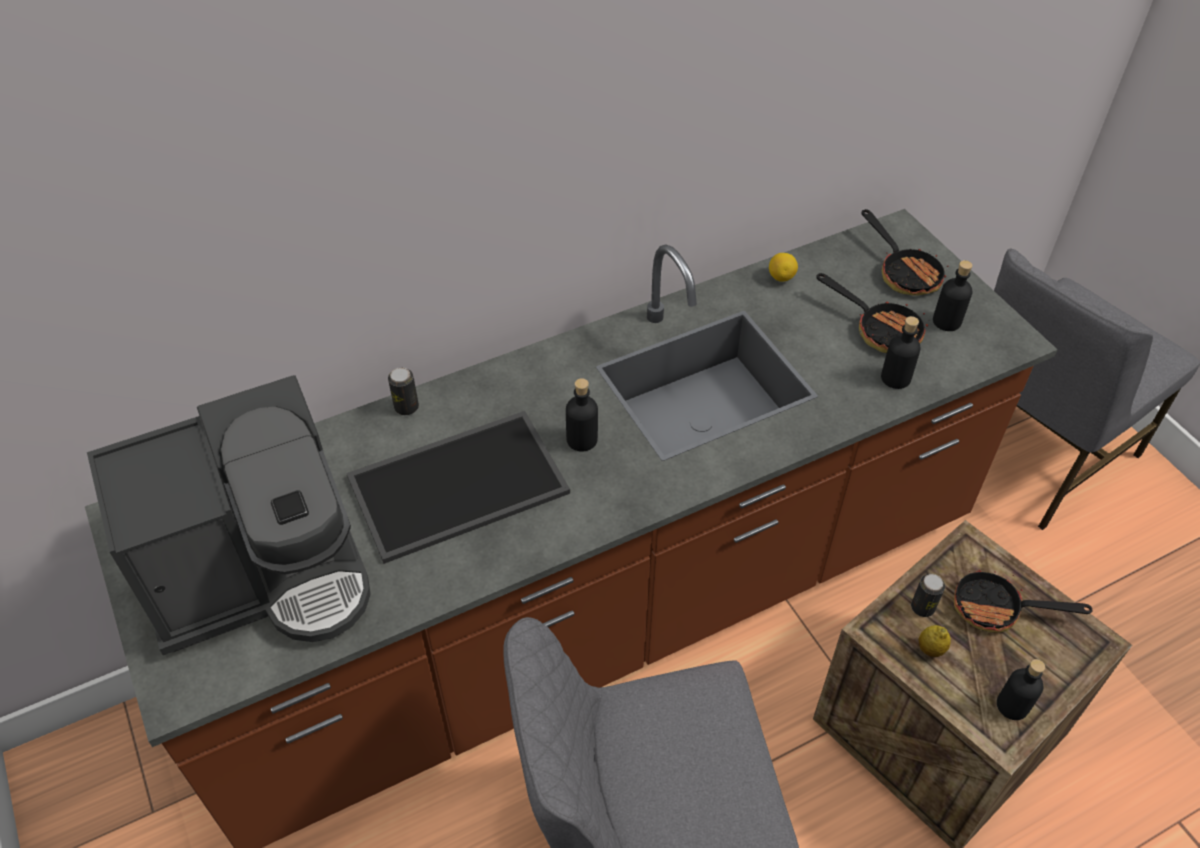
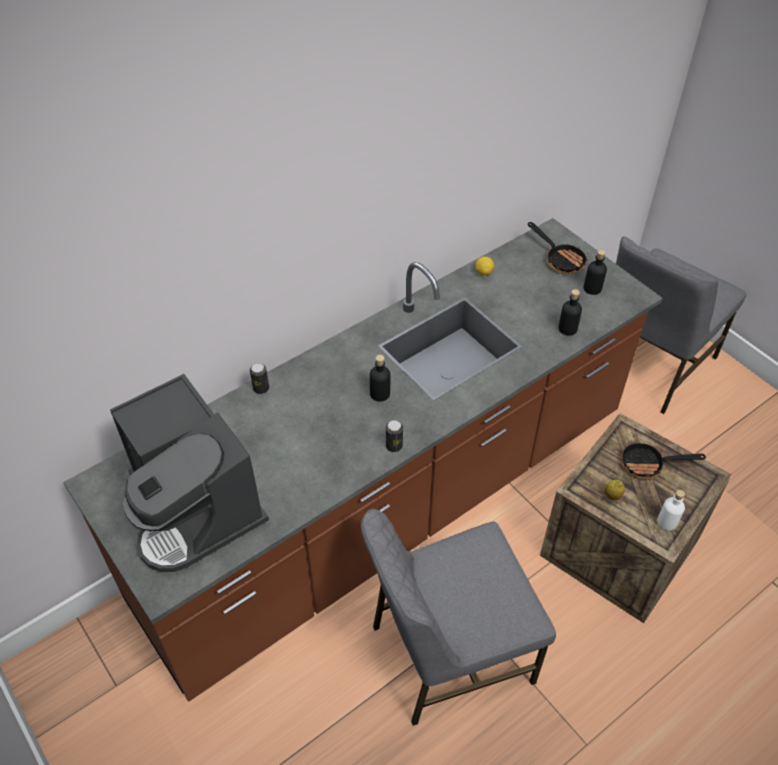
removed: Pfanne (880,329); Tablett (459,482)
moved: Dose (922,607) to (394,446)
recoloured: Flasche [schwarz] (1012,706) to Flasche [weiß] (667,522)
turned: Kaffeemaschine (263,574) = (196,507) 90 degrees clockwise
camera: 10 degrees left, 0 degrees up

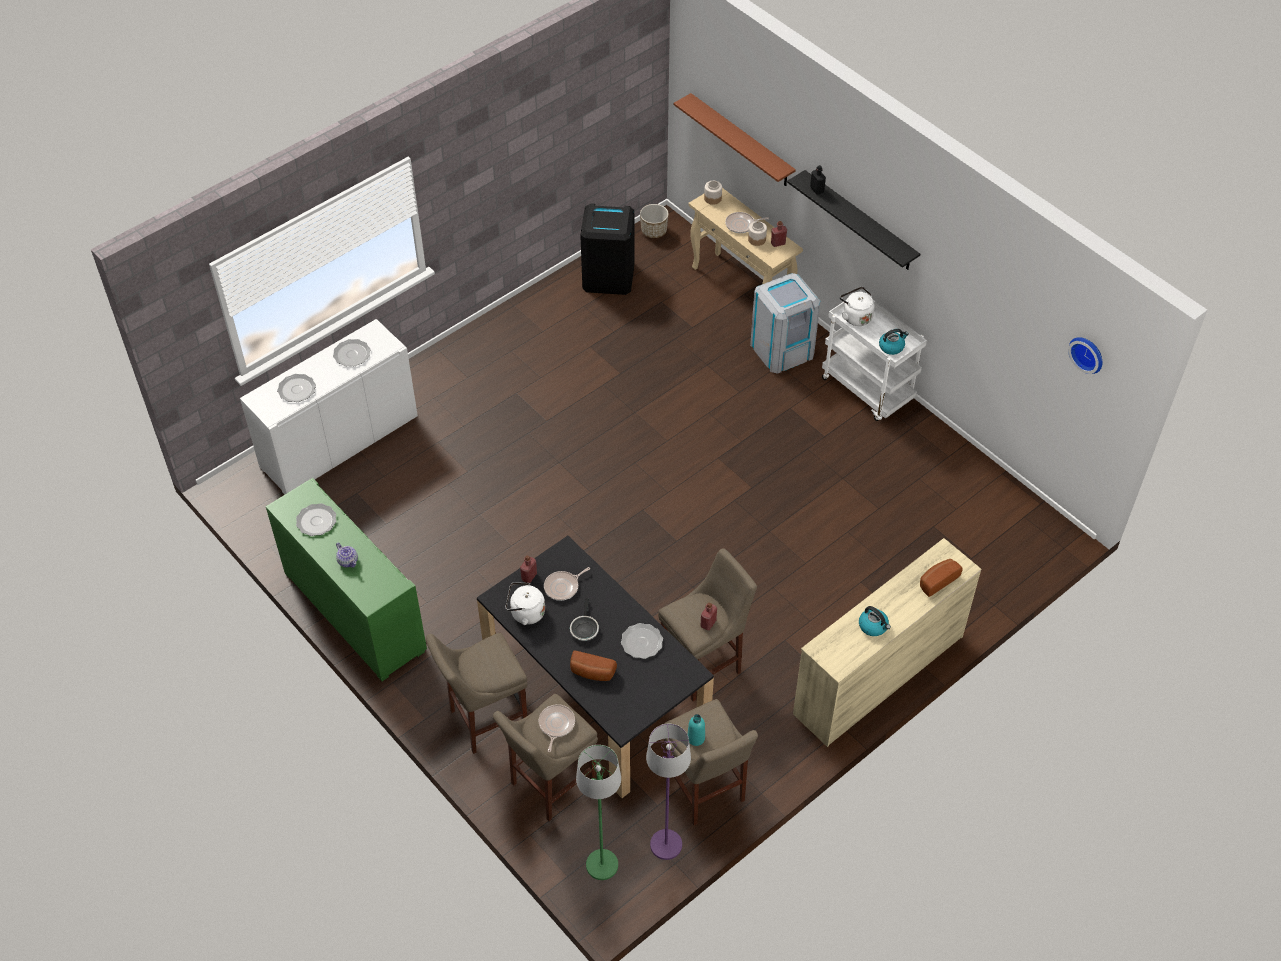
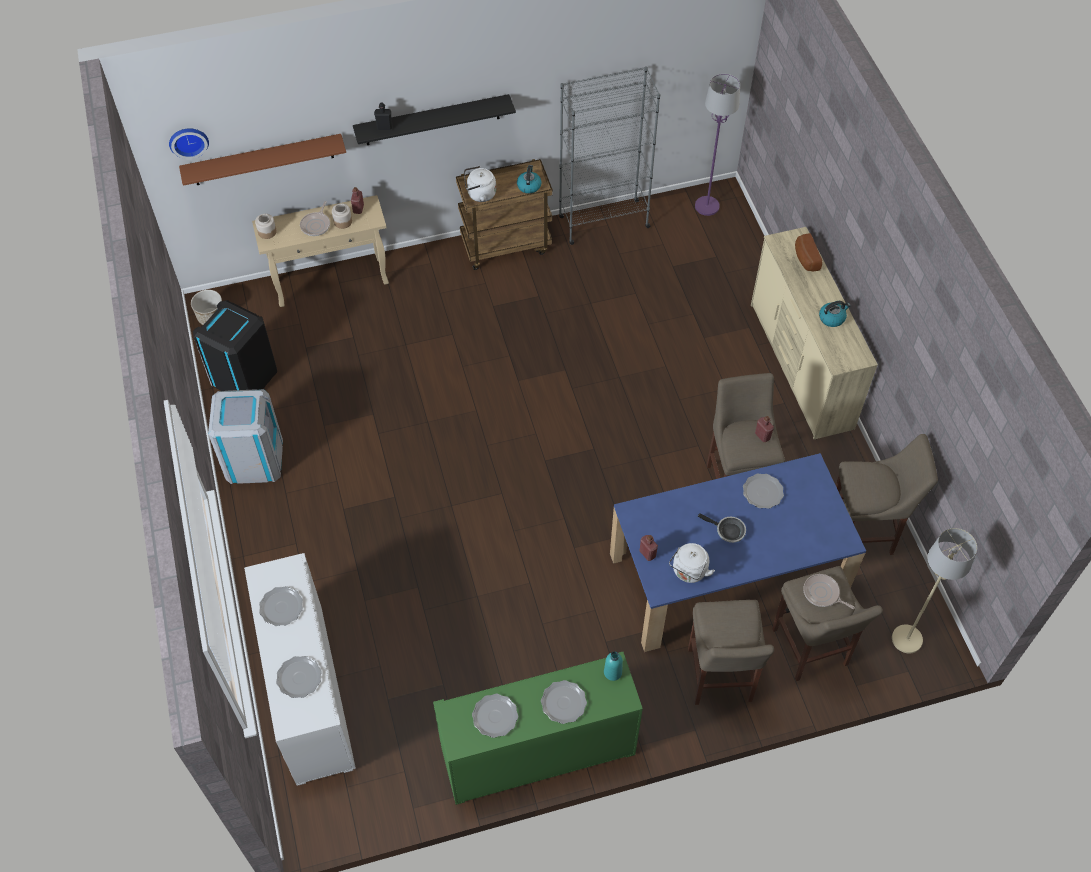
removed: Pfanne (563,587); Brot (592,673)
added: Bücherregal [grau] (603,222)
moved: Mülleimer [grau] (782,349) to (254,459); Wanduhr (1088,353) to (188,140); Flasche [türkis] (696,738) to (612,672); Stehlampe [lila] (666,845) to (707,206)
replaced: Teekanne (348,561) to Teller (563,702)
recoloured: Rollwagen [weiß] (868,390) to Rollwagen [braun] (506,245); Esstisch [schwarz] (595,690) to Esstisch [blau] (726,575); Stehlampe [grün] (601,865) to Stehlampe [beige] (907,639)
camera: 65 degrees left, 5 degrees up

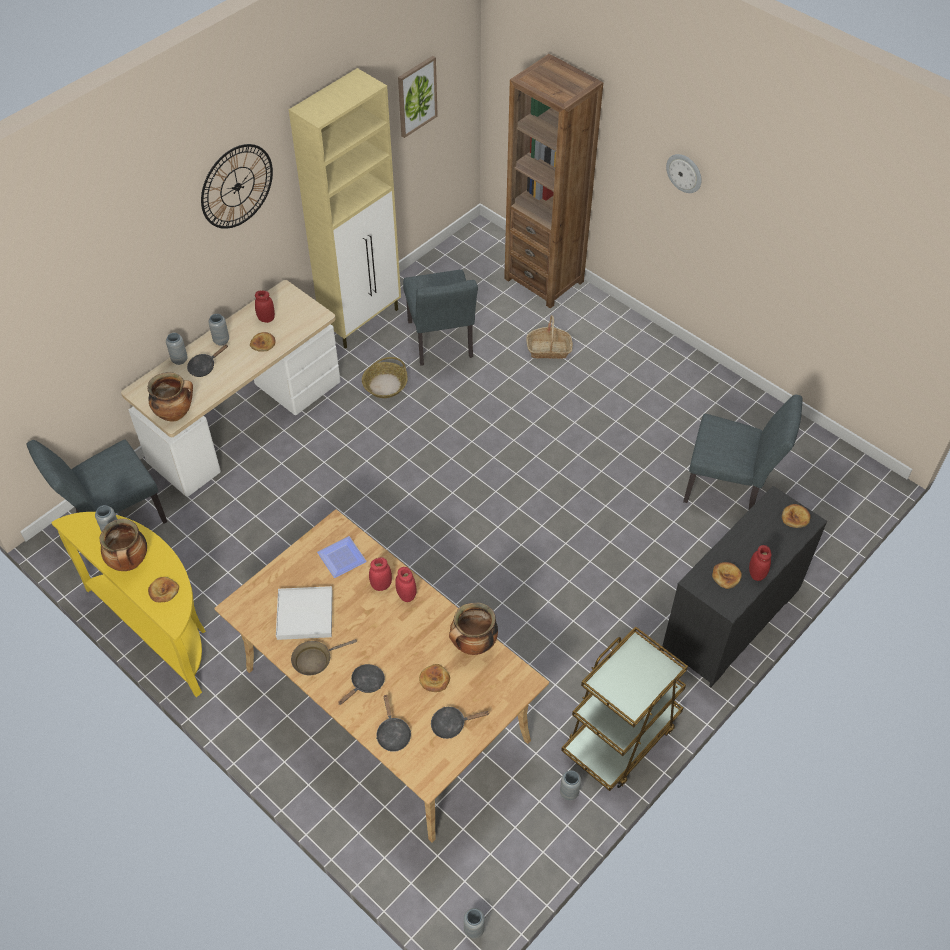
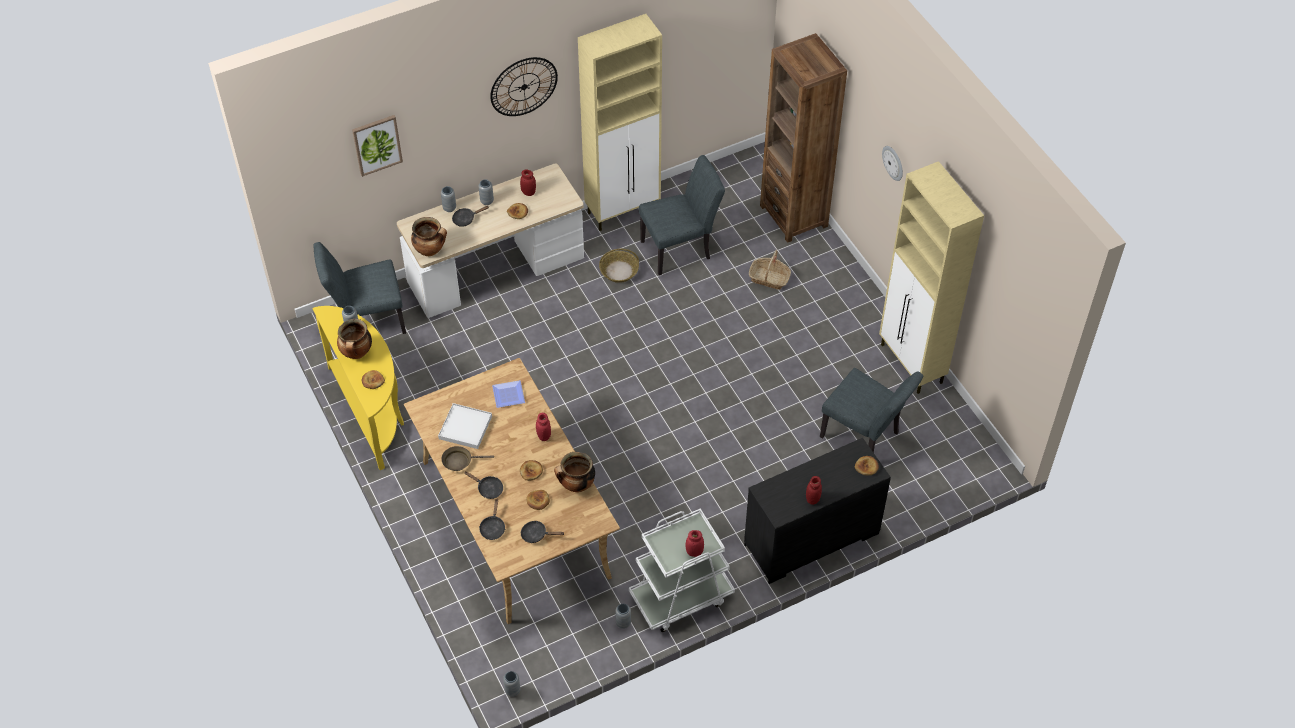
added: Schrank [beige] (911,364)
moved: Bild (416,96) to (377,144); Vorratsglas [rot] (381,585) to (694,552); Brot (726,576) to (531,471)
recoloured: Rollwagen [braun] (620,737) to Rollwagen [weiß] (681,597)
turned: Stuhl [grau] (441,344) = (681,248) 120 degrees counterclockwise; Pfanne [schwarz] (365,684) = (488,488) 60 degrees clockwise
camera: 20 degrees right, 0 degrees up

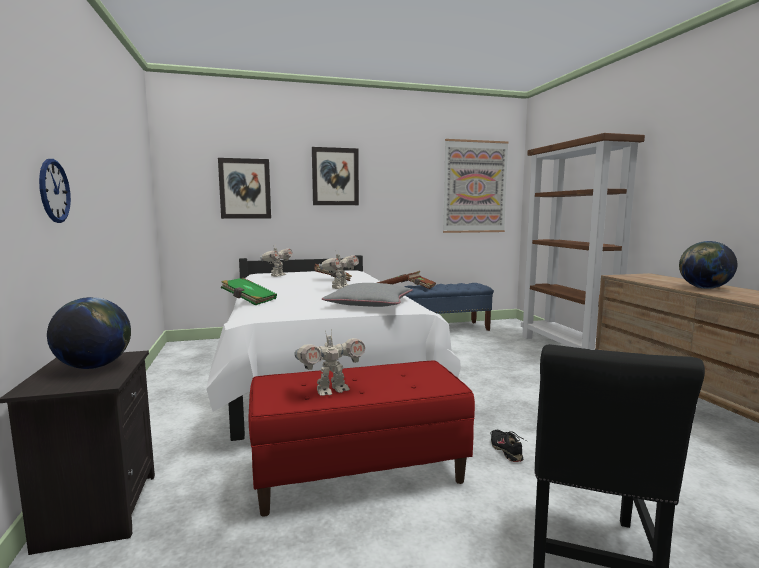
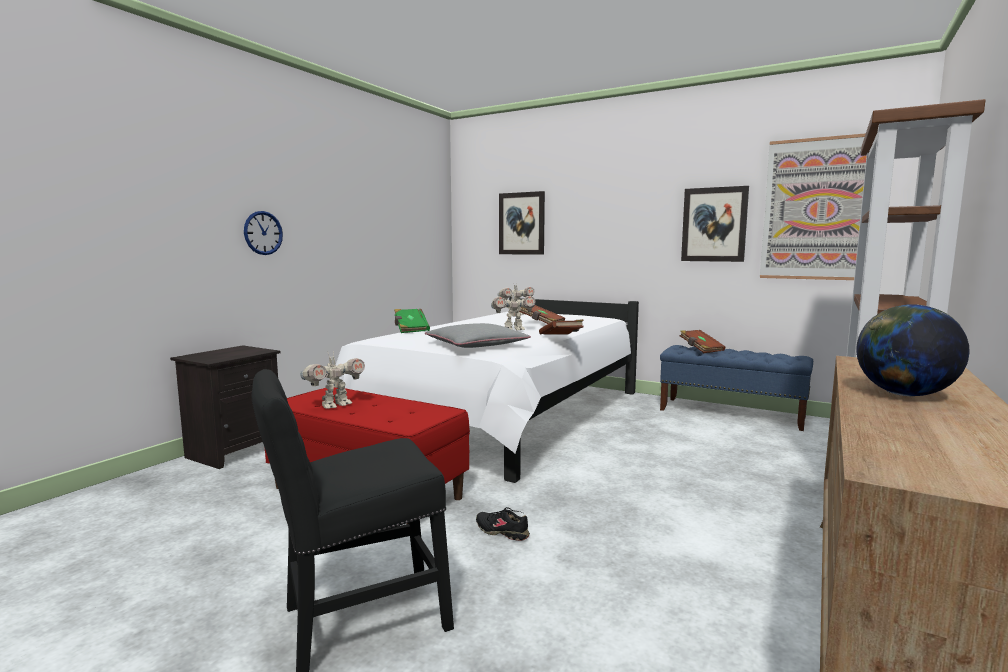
removed: Globus (94,367)
moved: Bild (335,176) to (714,224)
turned: Spielzeugroboter (331,390) = (335,405) 60 degrees counterclockwise; Schuh [schwarz] (506,450) = (502,531) 90 degrees counterclockwise
camera: 45 degrees right, 0 degrees up

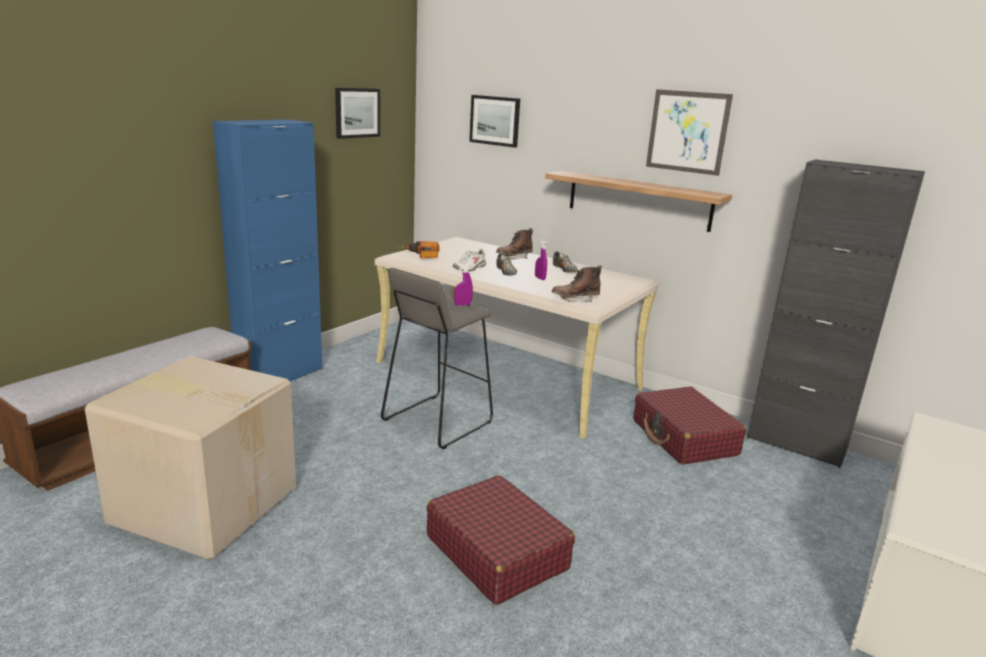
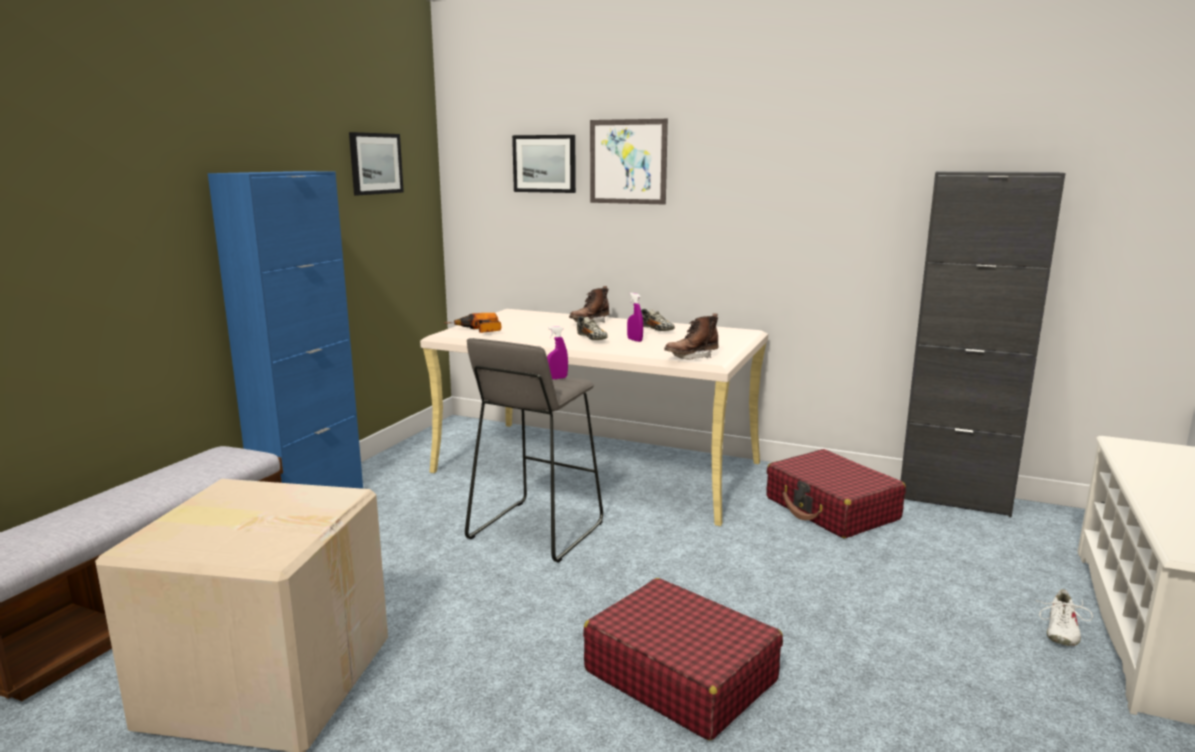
removed: Wandregal (638,200)
moved: Bild (687,132) to (628,162); Schuh [weiß] (469,268) to (1060,631)
camera: 10 degrees left, 5 degrees down

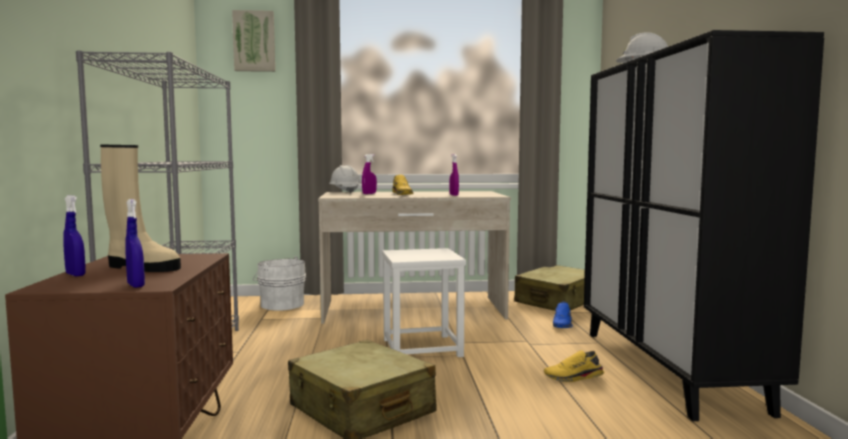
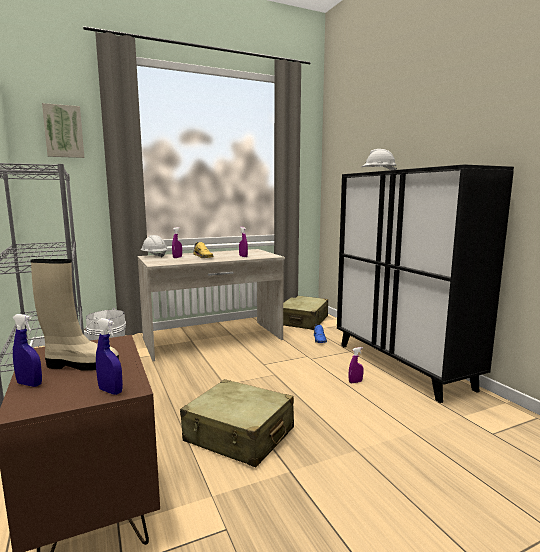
removed: Hocker [weiß] (422,348)
replaced: Schuh [gelb] (574,378) to Sprühflasche [lila] (355,382)
camera: 20 degrees left, 5 degrees up

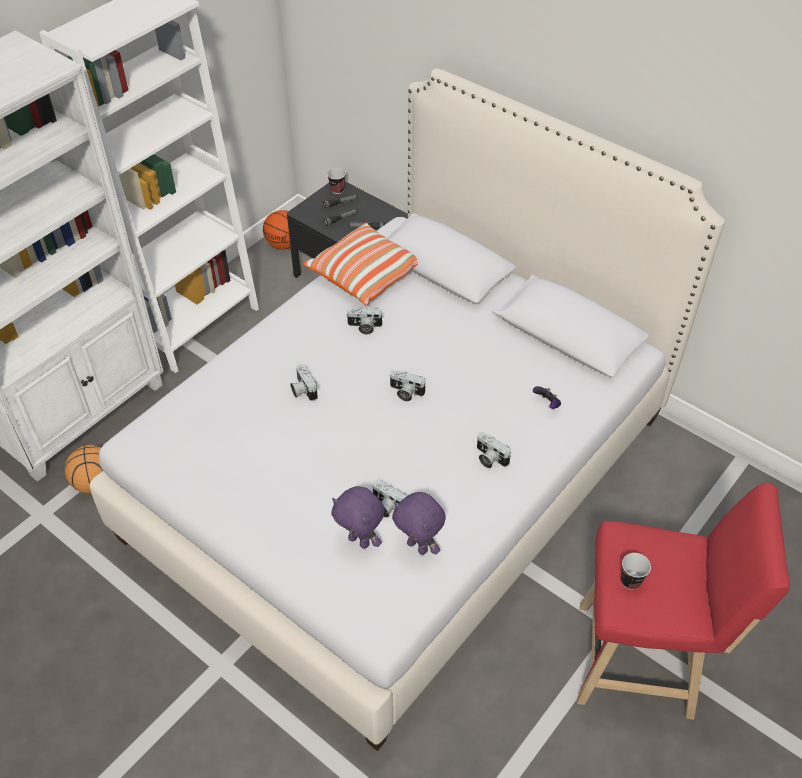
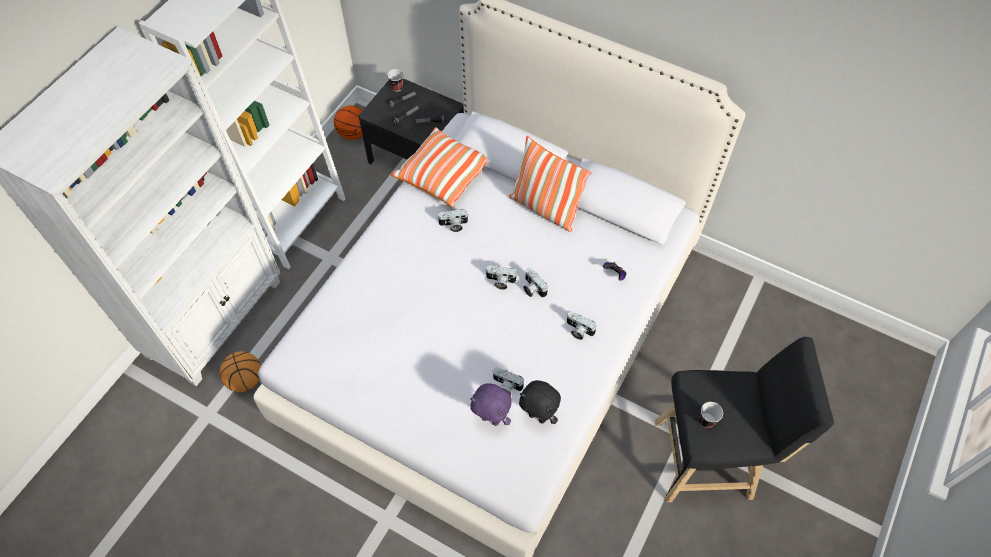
added: Kissen (545,208)
moved: Kamera (302,390) to (532,288)
recoloured: Hocker [rot] (643,661) to Hocker [schwarz] (709,459); Plüschtier [lila] (418,546) to Plüschtier [schwarz] (538,416)
camera: 10 degrees left, 10 degrees up

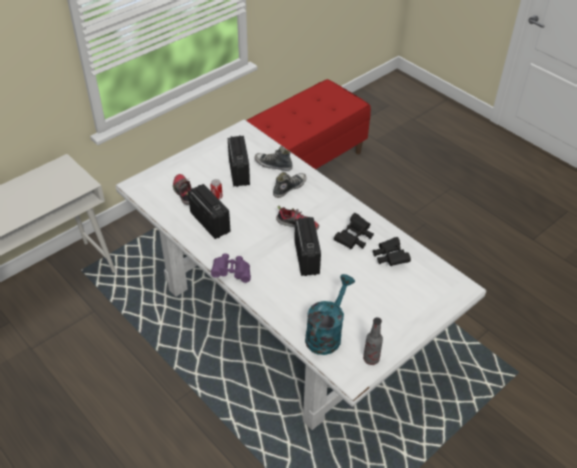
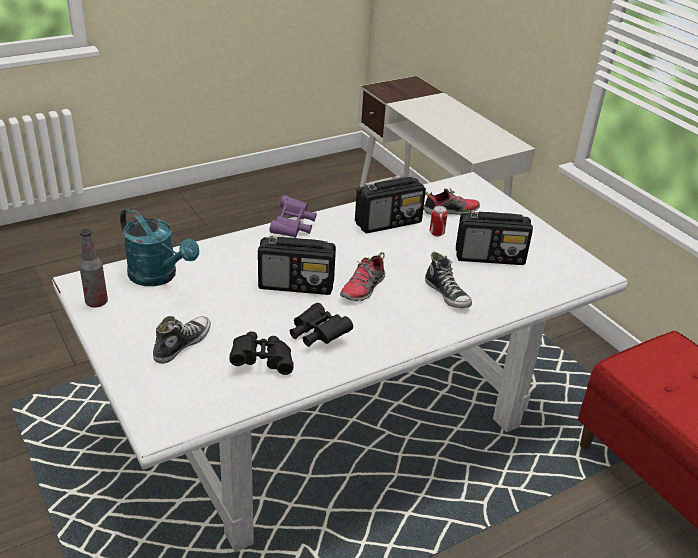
moved: Schuh (273,165) to (182,344)
camera: 100 degrees right, 10 degrees down

